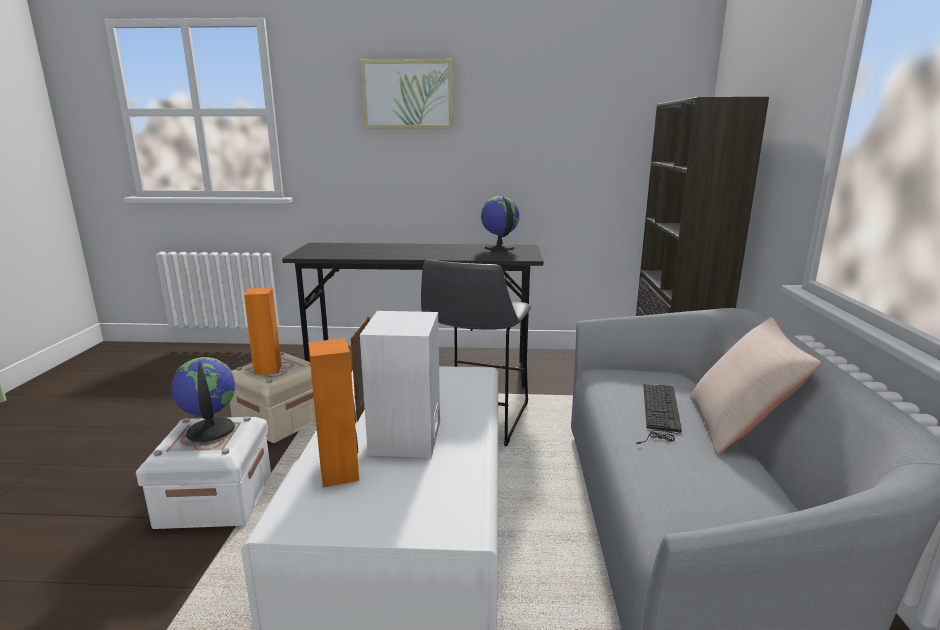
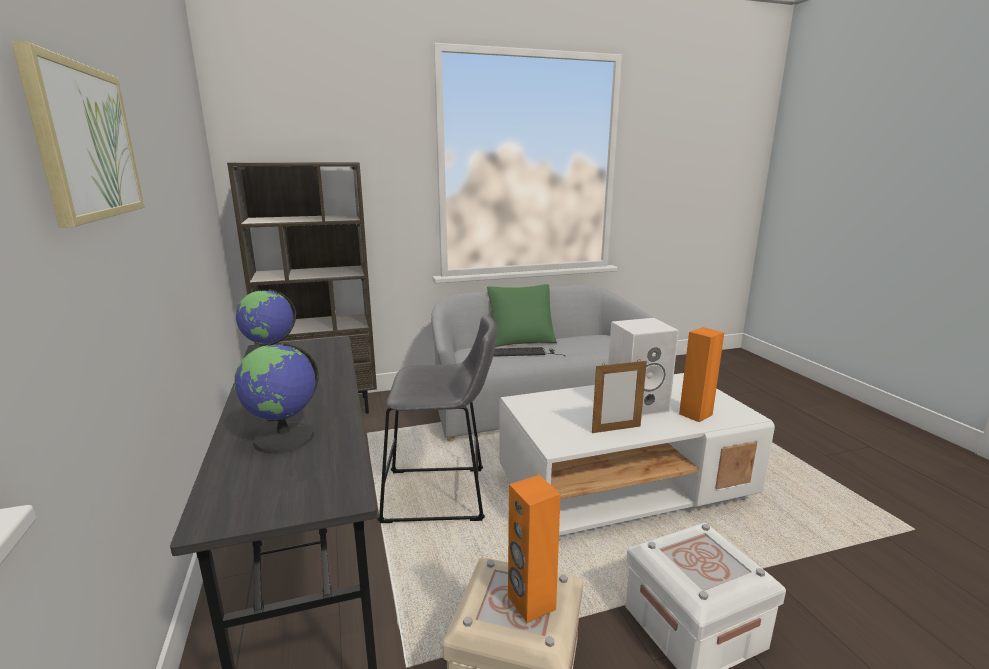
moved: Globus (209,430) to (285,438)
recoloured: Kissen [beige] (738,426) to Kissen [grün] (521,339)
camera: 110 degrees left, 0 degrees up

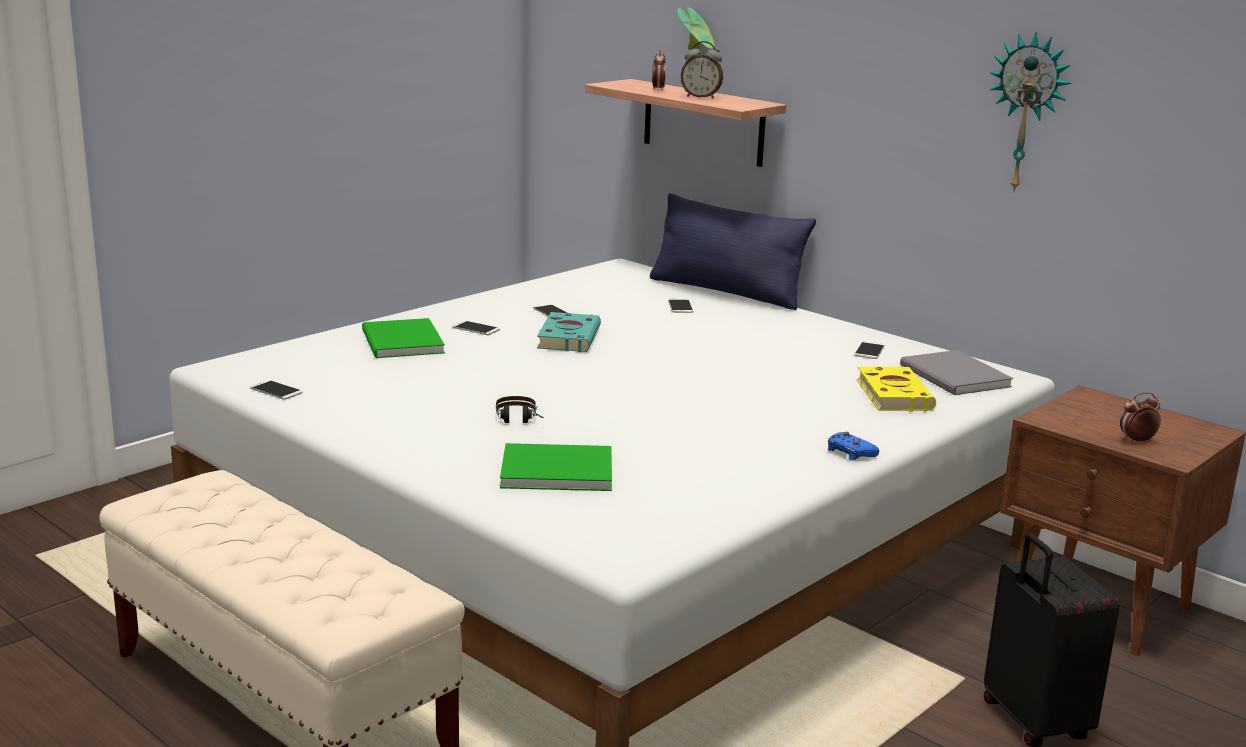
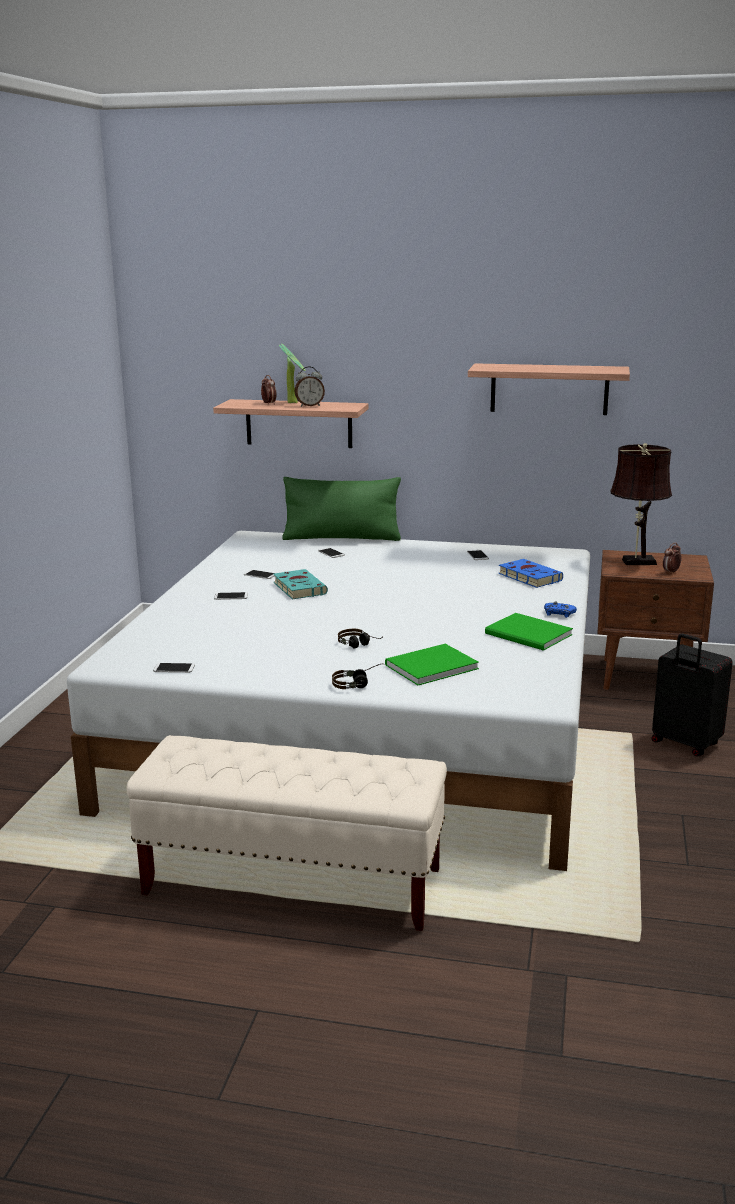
removed: Buch [grau] (954,377)
added: Tischlampe [braun] (635,562); Kopfhörer (358,684)
moved: Buch [grün] (400,342) to (529,635)
replaced: Wanduhr (1027,113) to Wandregal (549,389)
recoloured: Kissen [blau] (726,292) to Kissen [grün] (342,538); Buch [gelb] (892,394) to Buch [blau] (528,577)
camera: 30 degrees left, 0 degrees up

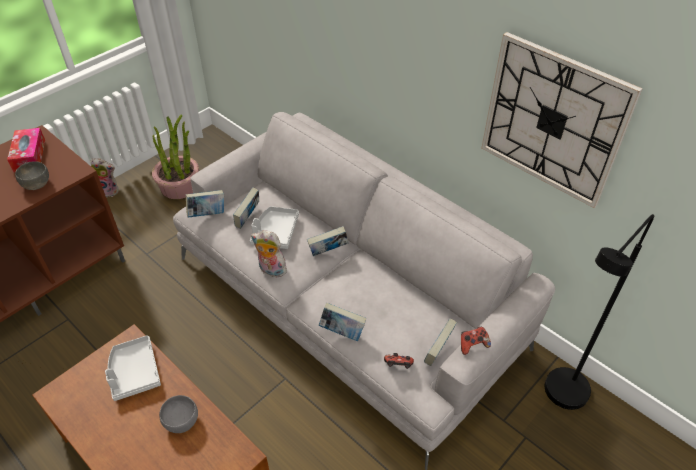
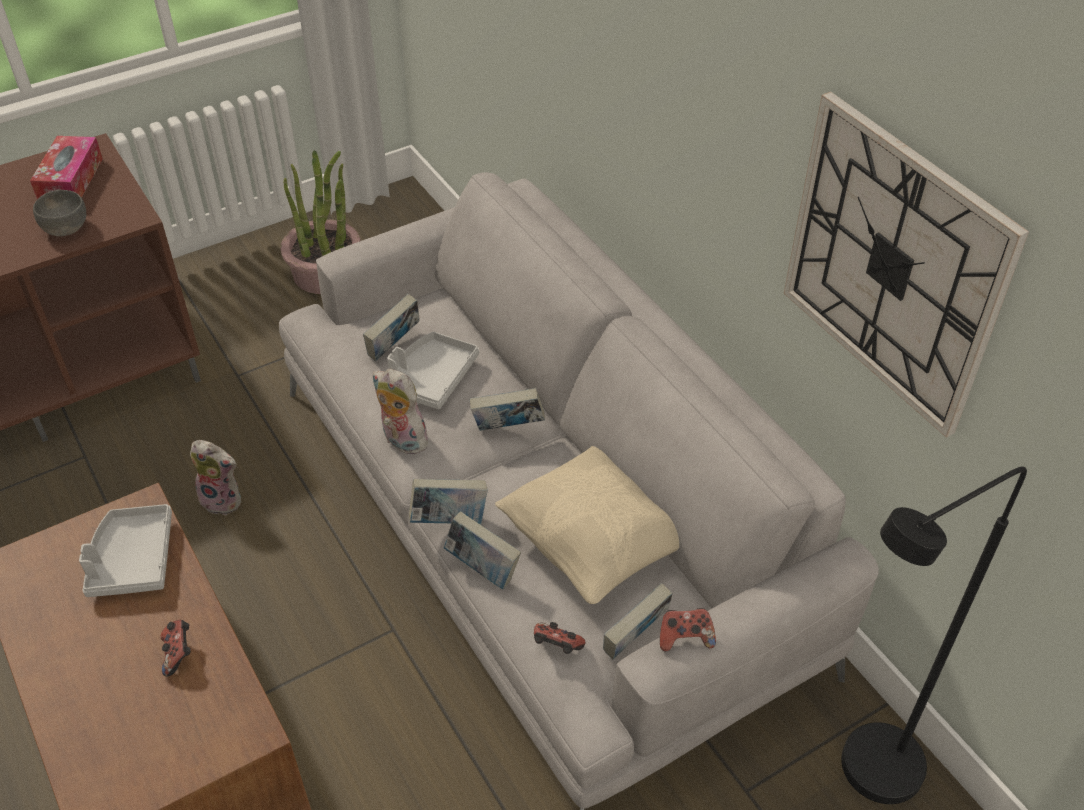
added: Kissen [beige] (595,546)
moved: Plüschtier (109,190) to (224,499); Buch (207,214) to (449,520)
replaced: Schüssel [grau] (182,421) to Gamepad (179,654)
camera: 15 degrees right, 0 degrees up

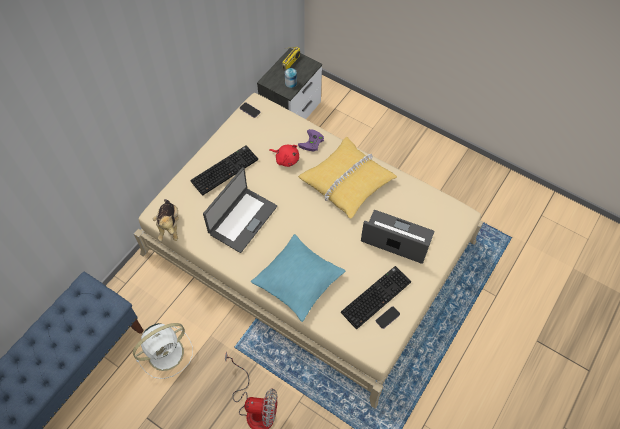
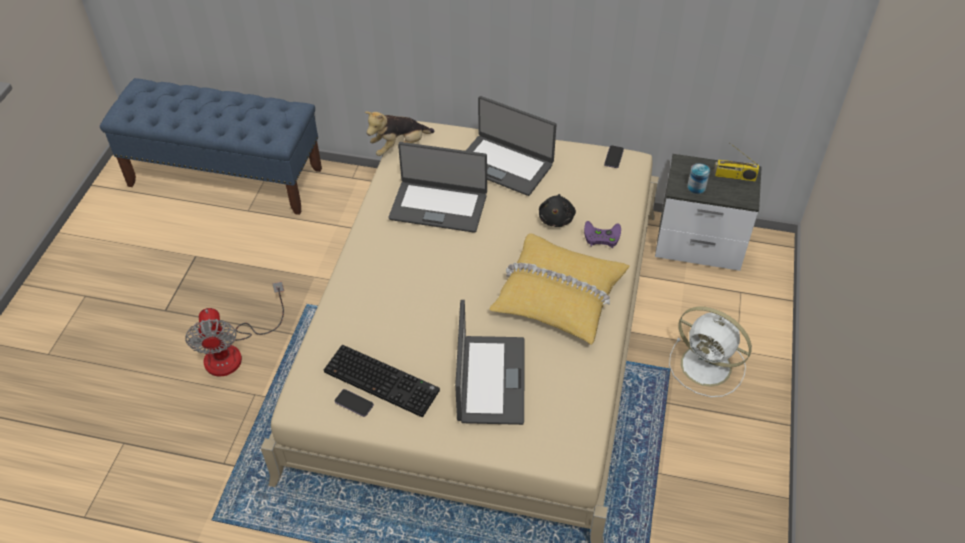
removed: Kissen [türkis] (298,280)
moved: Ventilator [weiß] (167,352) to (708,366)
replaced: Tastatur (224,169) to Laptop (504,164)
recoloured: Plüschtier [rot] (286,159) to Plüschtier [schwarz] (556,218)
camera: 70 degrees right, 10 degrees down

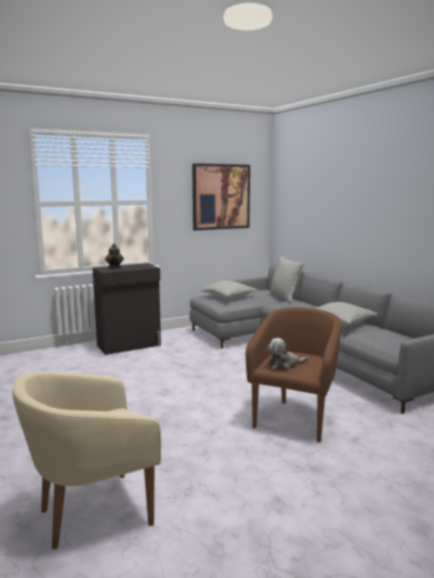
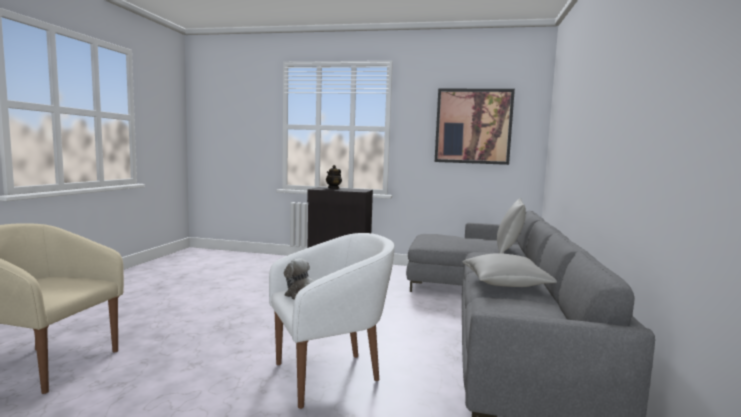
removed: Kissen [grau] (228,297)
recoloured: Sessel [braun] (294,418) to Sessel [weiß] (330,374)
camera: 40 degrees right, 5 degrees down

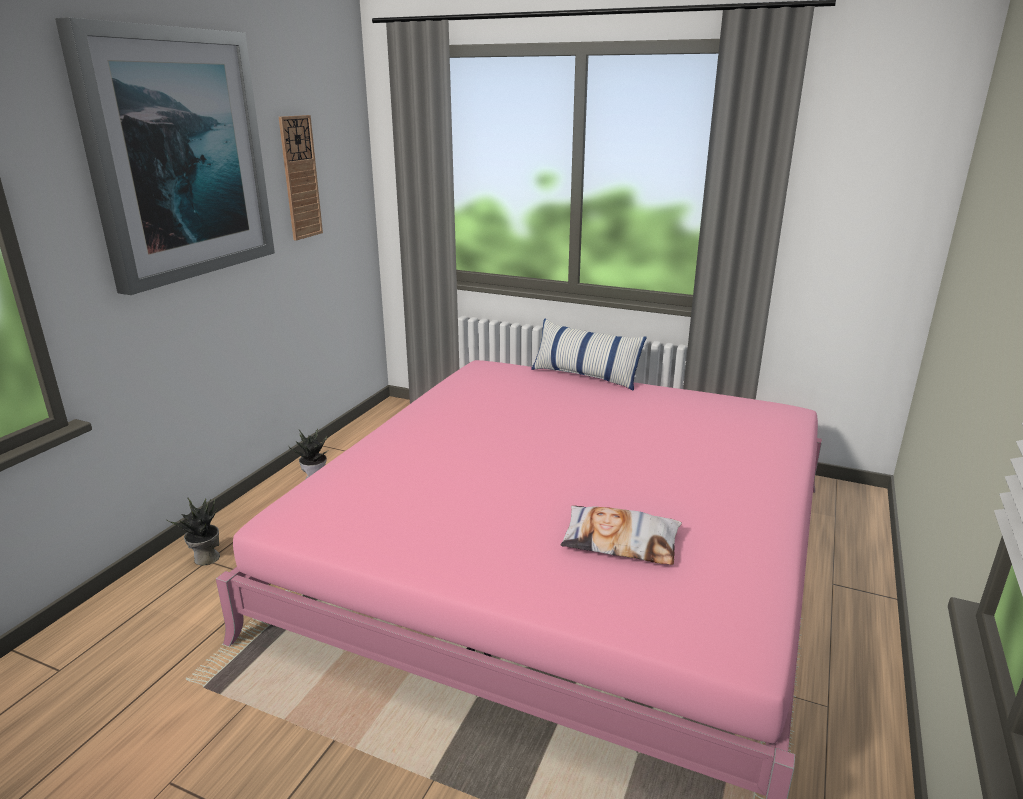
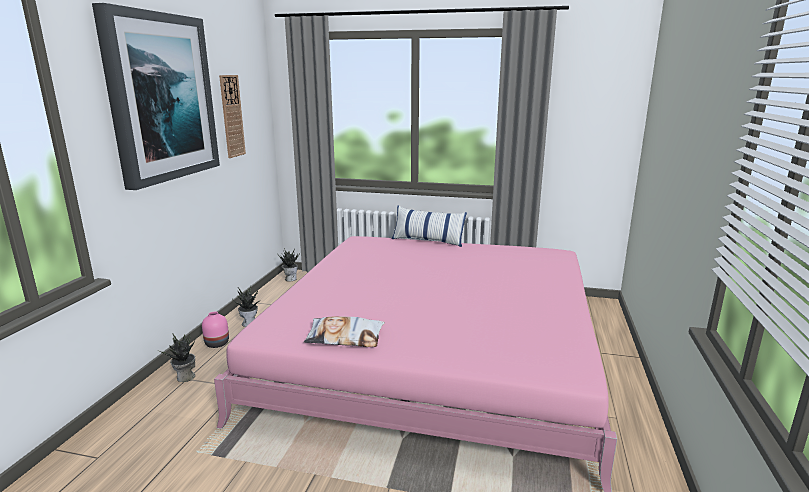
added: Topfpflanze (290,279); Vase [rosa] (217,343)
moved: Kissen (620,542) to (345,337)
camera: 10 degrees left, 5 degrees down

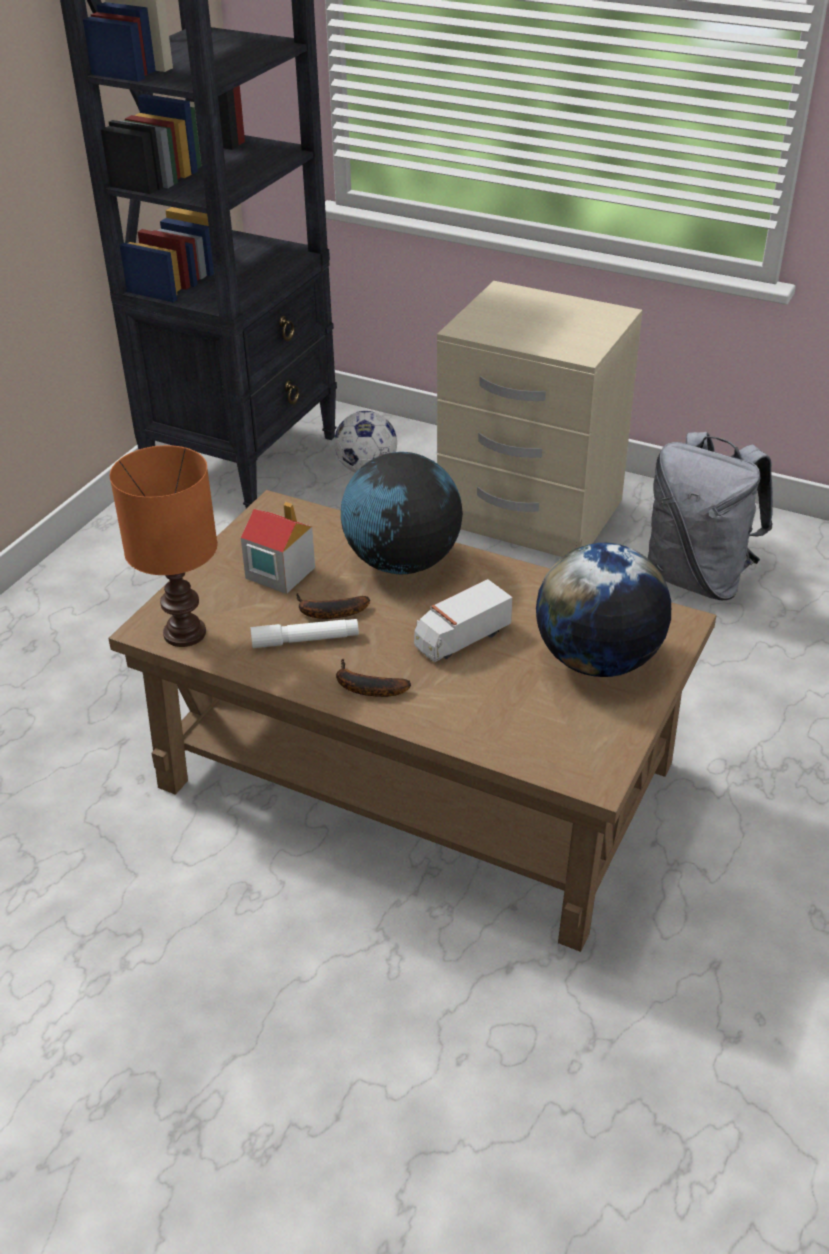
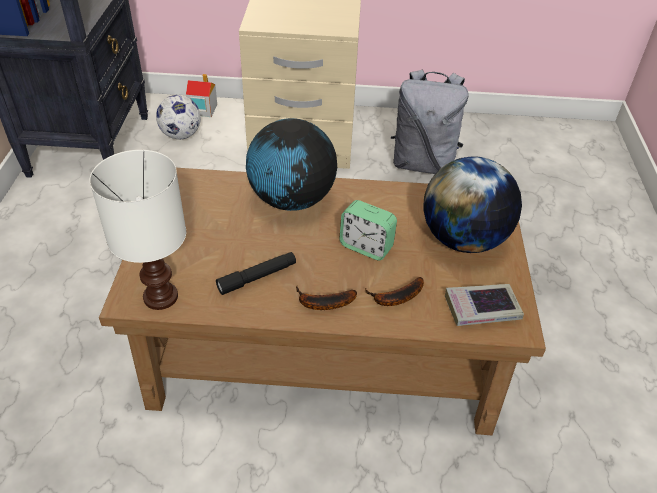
added: Buch (482,309)
moved: Spielzeughaus (279,572) to (202,109); Banane (328,612) to (395,298)
replaced: Spielzeuglaster (461,638) to Wecker (366,247)
recoloured: Tischlampe [orange] (186,632) to Tischlampe [weiß] (161,296); Taschenlampe [weiß] (305,640) to Taschenlampe [schwarz] (257,277)
camera: 25 degrees left, 5 degrees up

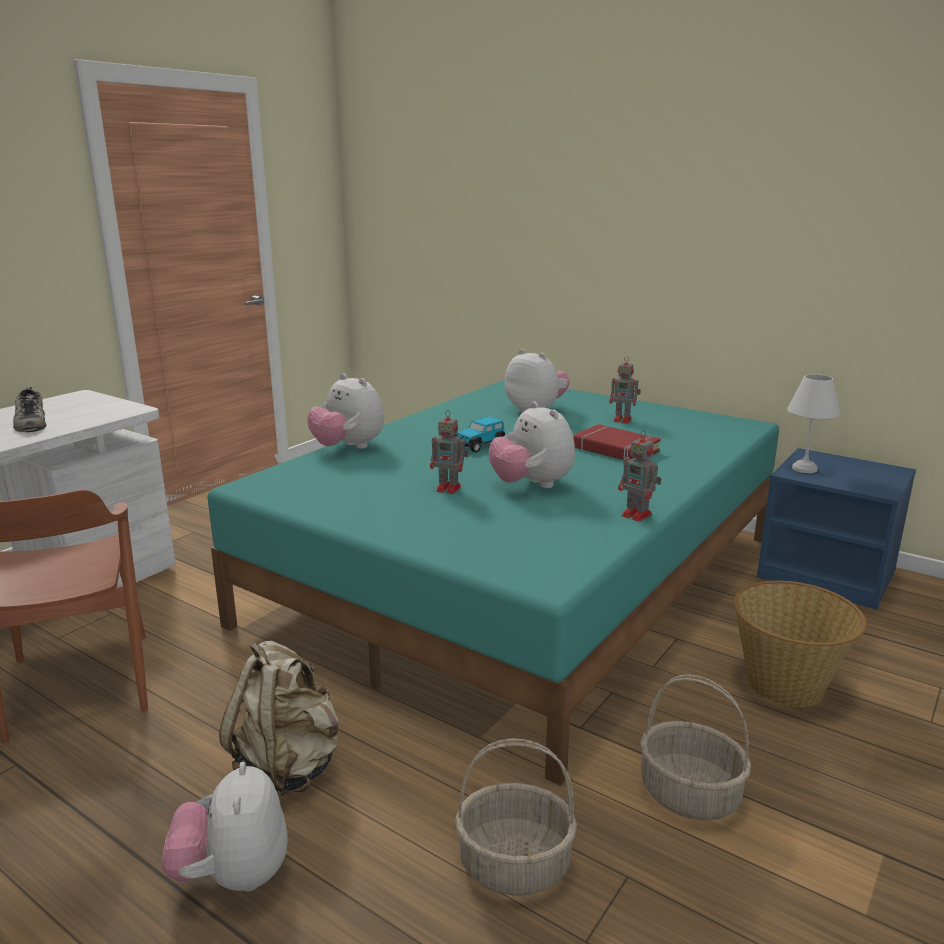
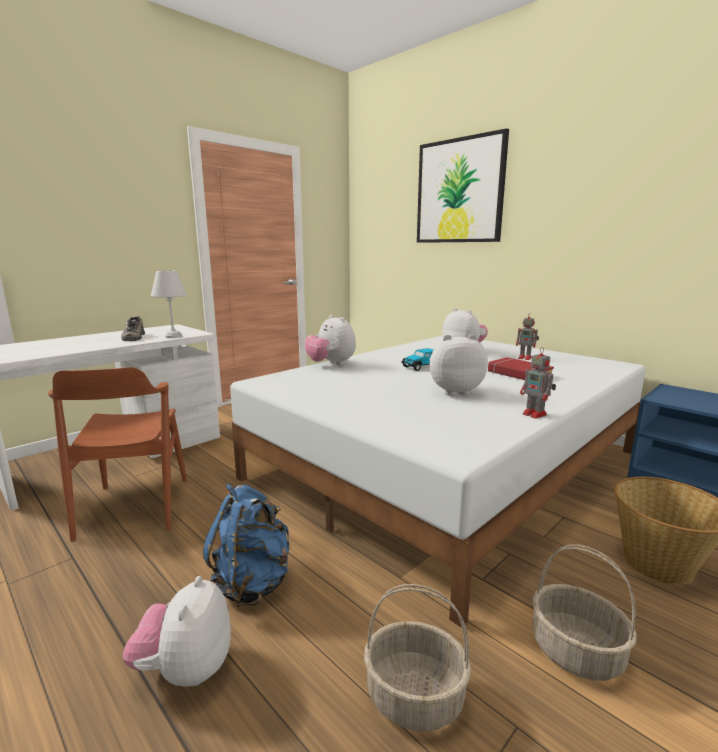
removed: Spielzeugroboter (450,489)
added: Bild (459,191)
moved: Tischlampe [weiß] (803,468) to (173,336)
recoloured: Bett [türkis] (523,579) to Bett [weiß] (447,465); Rucksack [beige] (289,765) to Rucksack [blau] (253,582)
turned: Plüschtier (531,485) = (454,391) 105 degrees clockwise
camera: 10 degrees right, 5 degrees down

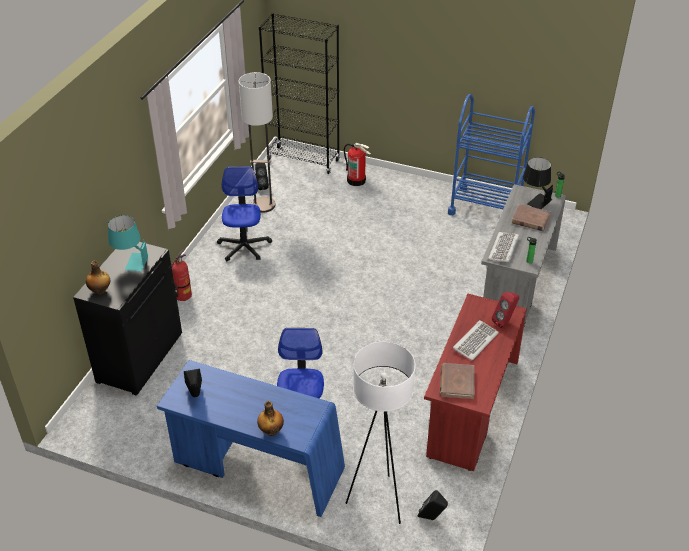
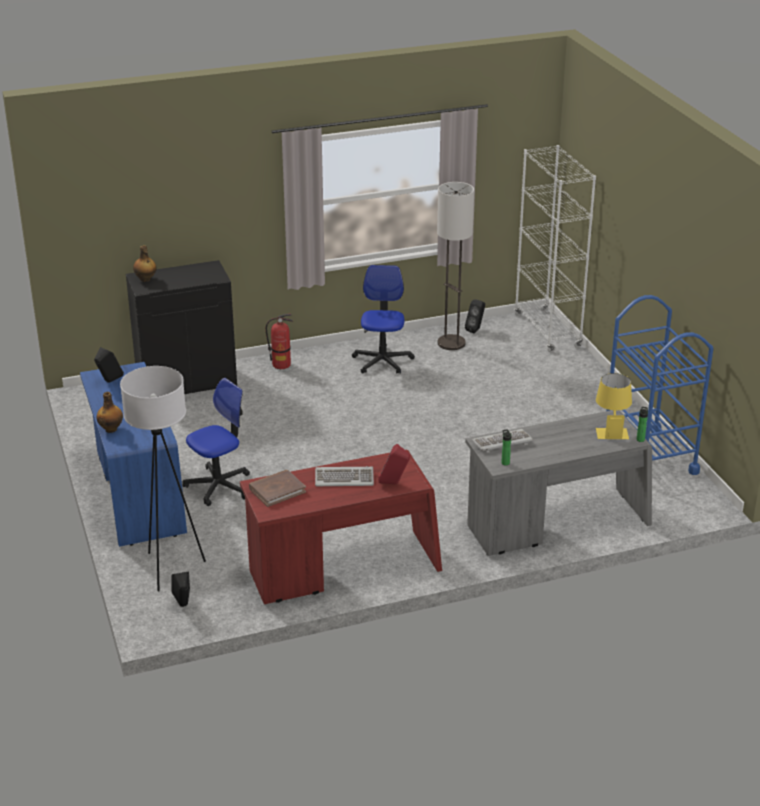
removed: Feuerlöscher (356,180); Buch [braun] (530,219); Tischlampe [türkis] (130,261)
recoloured: Bücherregal [schwarz] (303,160) to Bücherregal [weiß] (547,331); Tischlampe [schwarz] (535,199) to Tischlampe [gelb] (611,429)
turned: Bürostuhl (244,246) = (382,361) 45 degrees counterclockwise
camera: 50 degrees right, 10 degrees down

